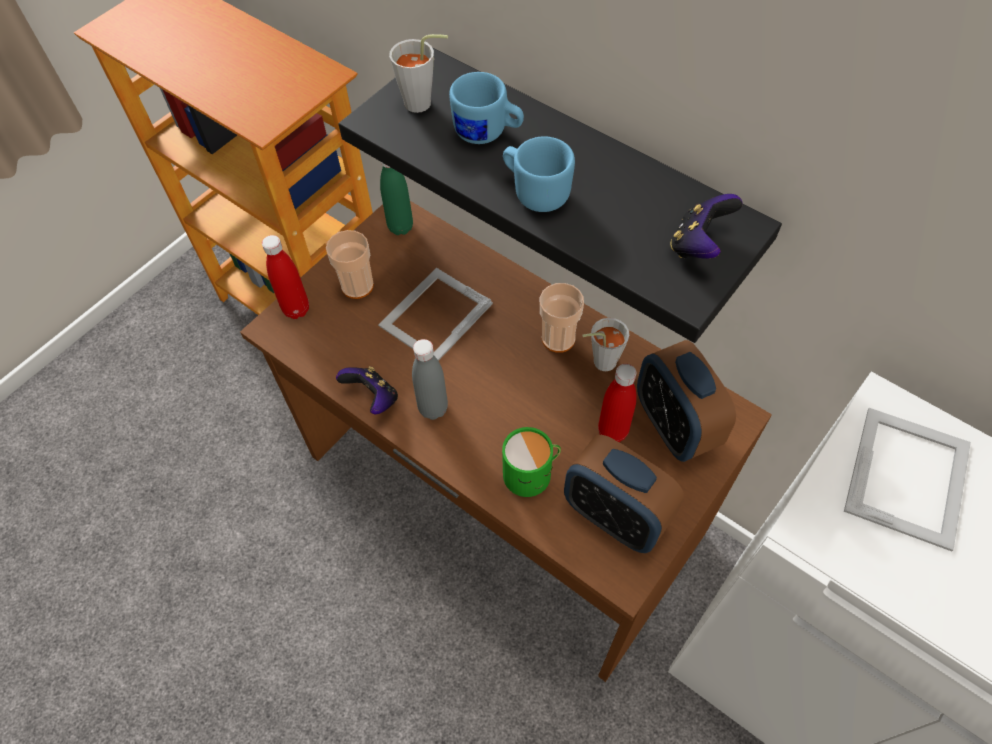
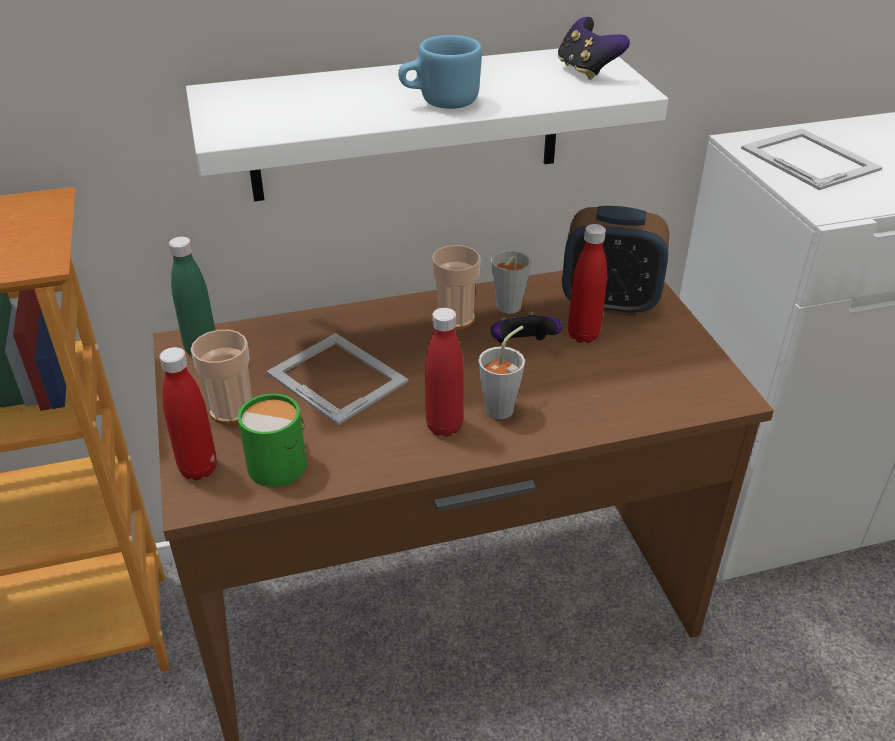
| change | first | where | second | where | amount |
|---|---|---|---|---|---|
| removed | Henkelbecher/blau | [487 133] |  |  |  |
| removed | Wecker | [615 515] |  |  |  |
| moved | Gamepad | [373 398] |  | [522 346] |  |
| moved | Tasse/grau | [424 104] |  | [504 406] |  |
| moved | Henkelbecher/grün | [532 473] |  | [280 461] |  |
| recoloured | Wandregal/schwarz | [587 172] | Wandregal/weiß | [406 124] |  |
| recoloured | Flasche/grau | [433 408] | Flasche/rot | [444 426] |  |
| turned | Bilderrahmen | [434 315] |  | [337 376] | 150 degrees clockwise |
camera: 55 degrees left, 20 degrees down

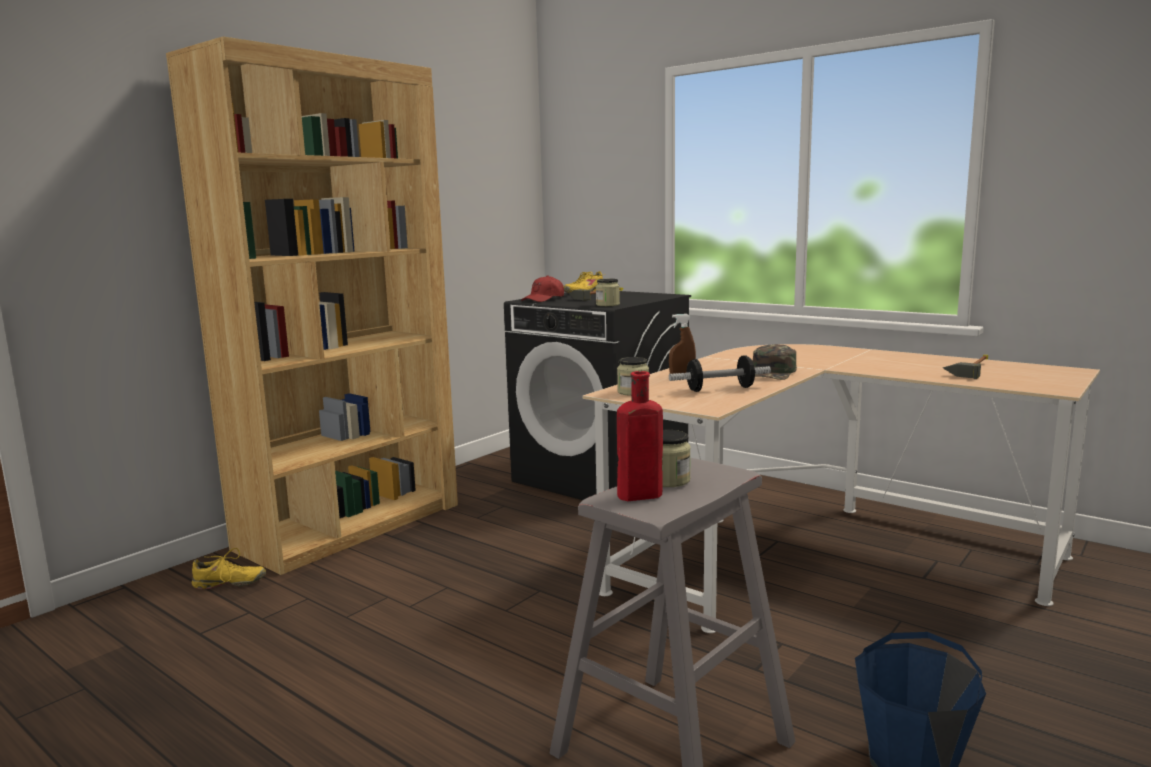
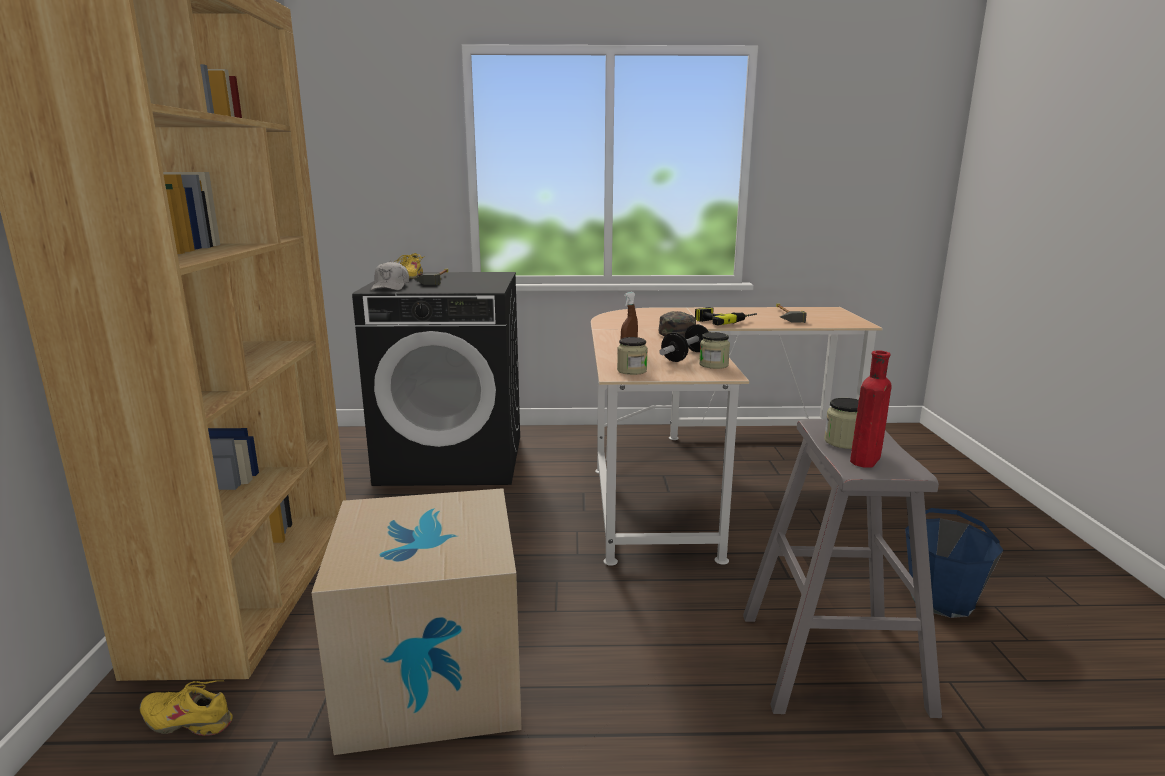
| change | first | where | second | where | amount |
|---|---|---|---|---|---|
| added |  |  | Karton | [432 678] |  |
| added |  |  | Bohrmaschine | [724 320] |  |
| moved | Vorratsglas | [607 305] |  | [713 365] |  |
| recoloured | Kappe/rot | [544 299] | Kappe/weiß | [391 287] |  |
| turned | Schuh/gelb | [229 583] |  | [188 720] | 120 degrees counterclockwise |
camera: 40 degrees left, 5 degrees up

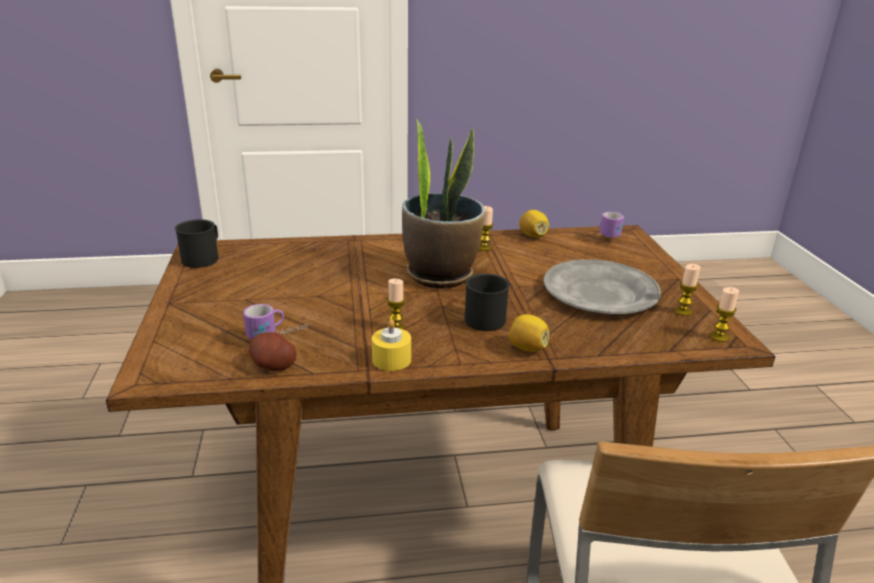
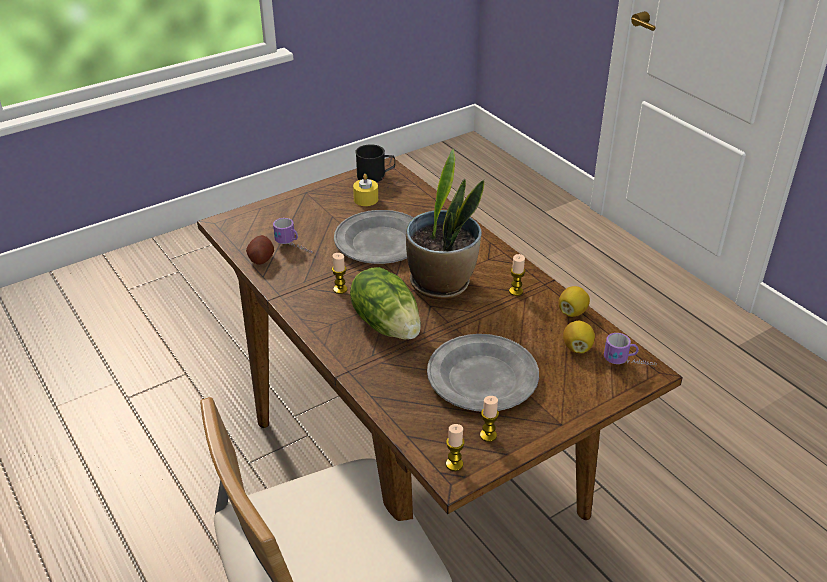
| change | first | where | second | where | amount |
|---|---|---|---|---|---|
| added |  |  | Teller/grau | [380 241] |  |
| moved | Kerze/gelb | [391 359] |  | [366 199] |  |
| moved | Zitrone | [527 348] |  | [577 347] |  |
| replaced | Henkelbecher/schwarz | [483 317] | Salatkopf | [387 324] |  |
camera: 65 degrees right, 10 degrees up

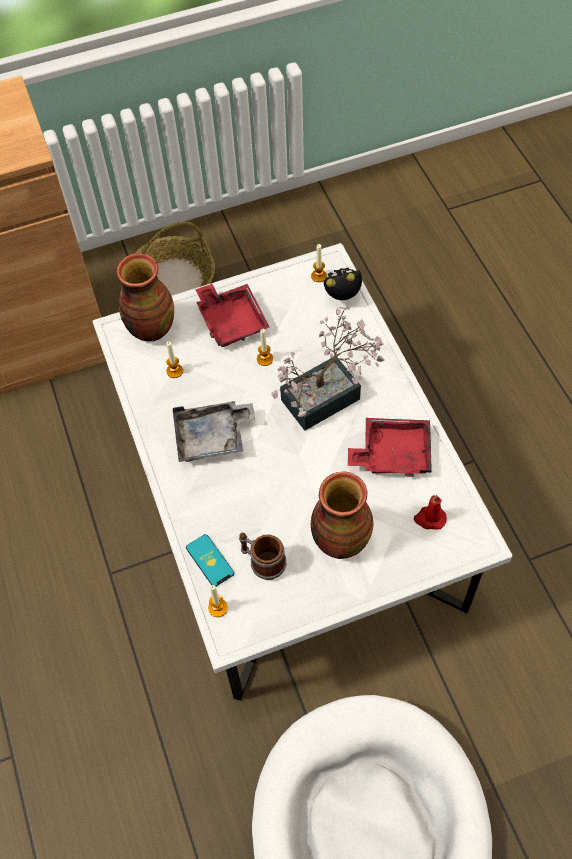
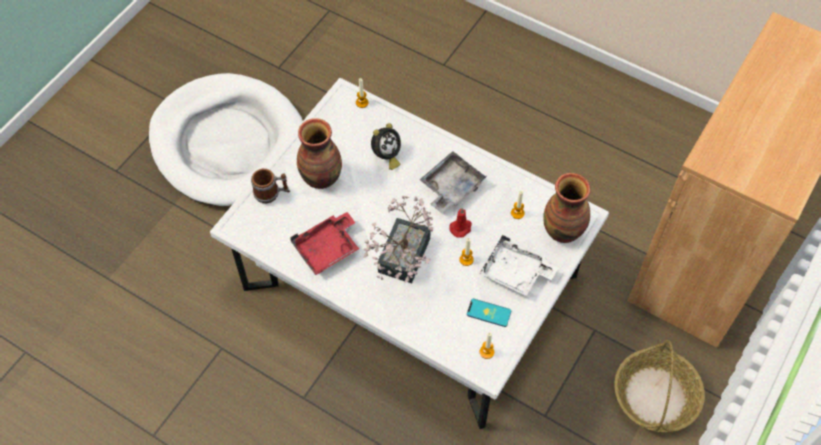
| change | first | where | second | where | amount |
|---|---|---|---|---|---|
| moved | Handy | [210 560] |  | [488 313] |  |
| moved | Henkelbecher | [262 562] |  | [271 193] |  |
| moved | Wecker | [343 296] |  | [386 156] |  |
| moved | Kerze/rot | [429 518] |  | [461 228] |  |
| recoloured | Tablett/rot | [231 321] | Tablett/weiß | [515 273] |  |
camera: 140 degrees right, 0 degrees up

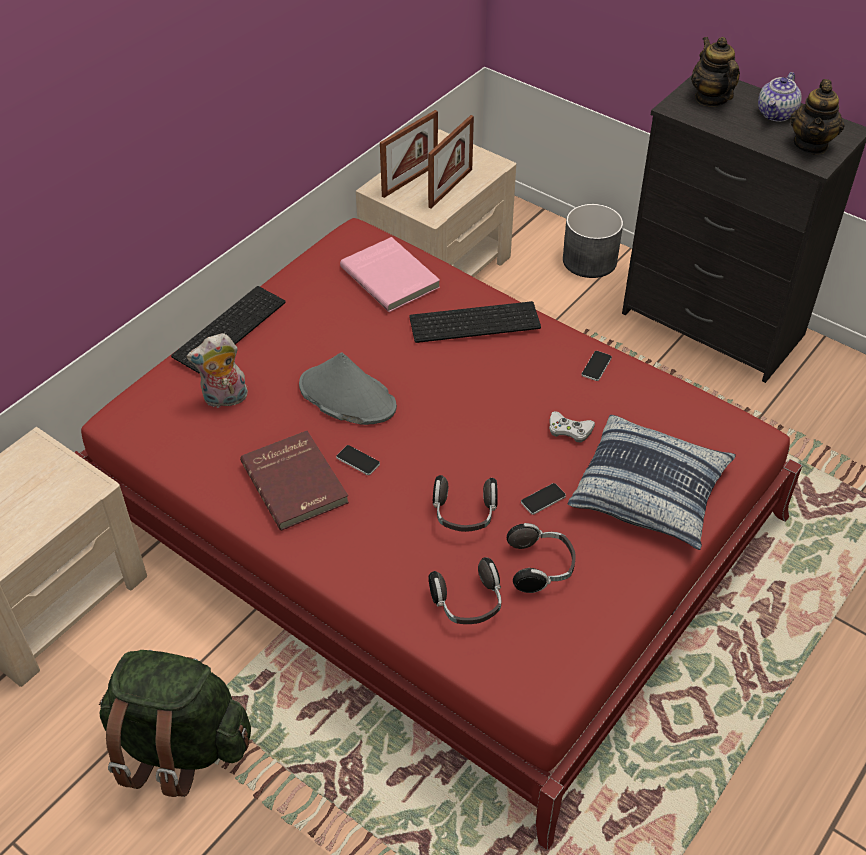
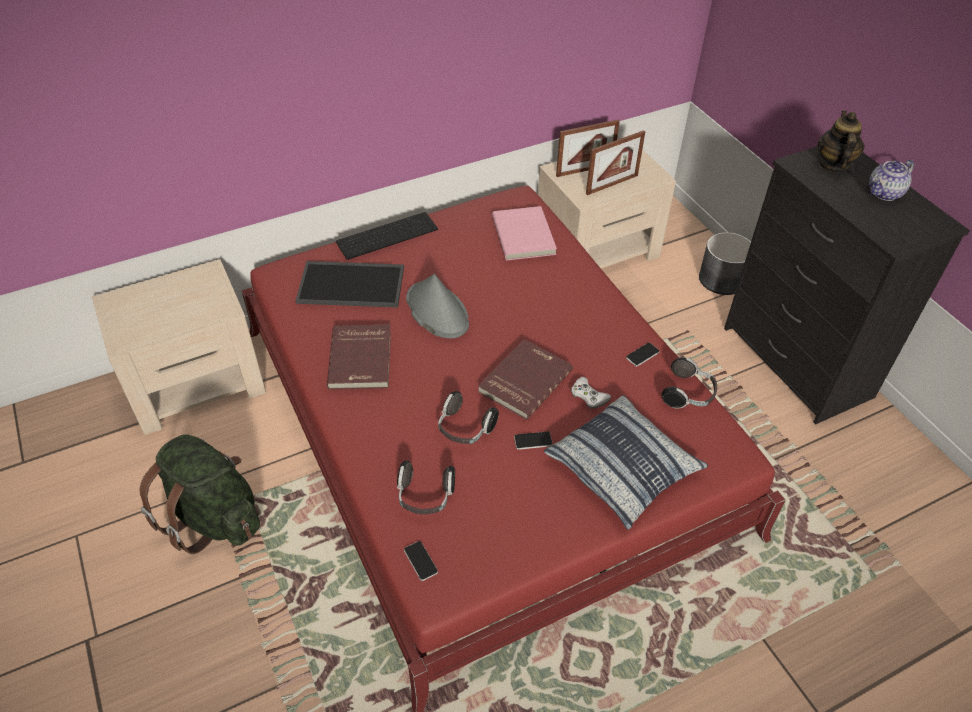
| change | first | where | second | where | amount |
|---|---|---|---|---|---|
| removed | Tastatur | [475 321] |  |  |  |
| removed | Teekanne | [811 144] |  |  |  |
| added |  |  | Buch/rot | [523 380] |  |
| moved | Handy | [358 460] |  | [420 561] |  |
| moved | Kopfhörer | [541 567] |  | [688 394] |  |
| replaced | Plüschtier | [225 399] | Tablett | [352 283] |  |
camera: 25 degrees right, 0 degrees up

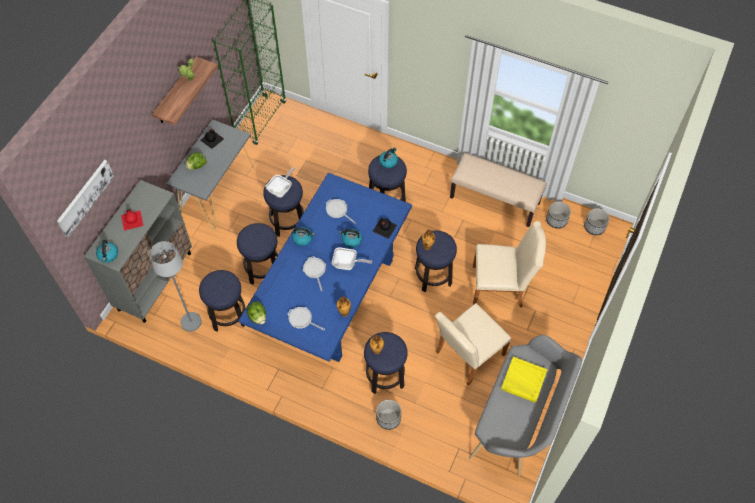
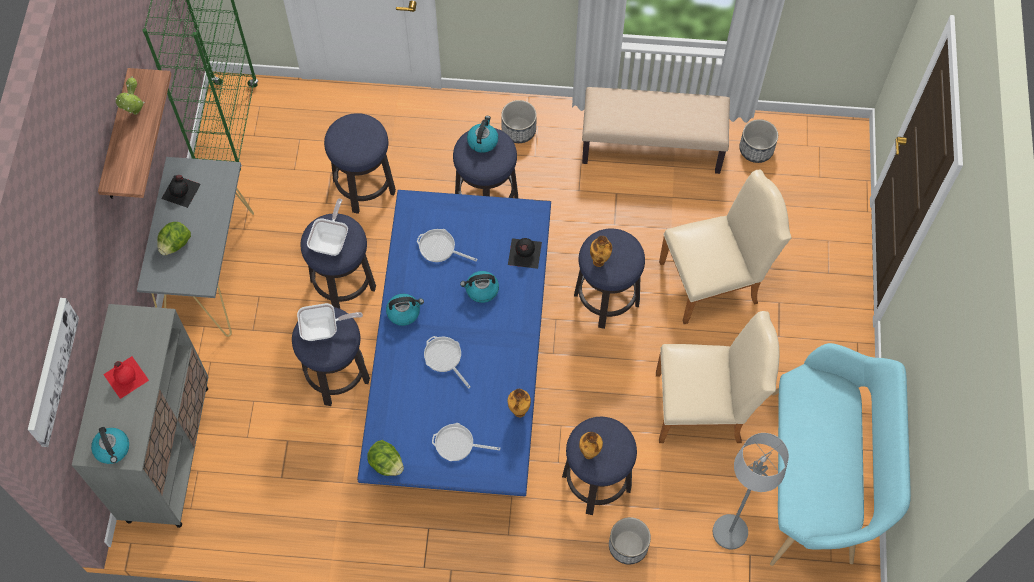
| change | first | where | second | where | amount |
|---|---|---|---|---|---|
| removed | Tablett/gelb | [523 380] |  |  |  |
| moved | Stehlampe/grau | [191 322] |  | [730 532] |  |
| moved | Hocker | [228 315] |  | [364 186] |  |
| moved | Pfanne | [347 264] |  | [324 329] |  |
| moved | Pflanzkübel | [594 227] |  | [519 130] |  |
| recoloured | Bank/grau | [518 420] | Bank/türkis | [819 480] |  |
| turned | Stuhl/beige | [466 356] |  | [705 407] | 120 degrees counterclockwise |
camera: 20 degrees left, 5 degrees up

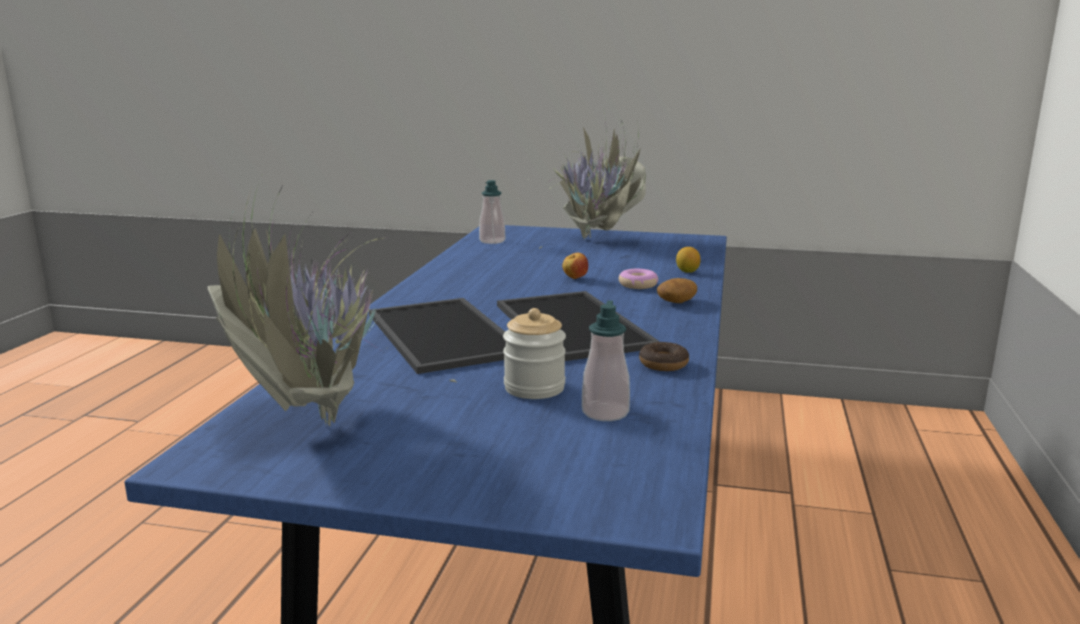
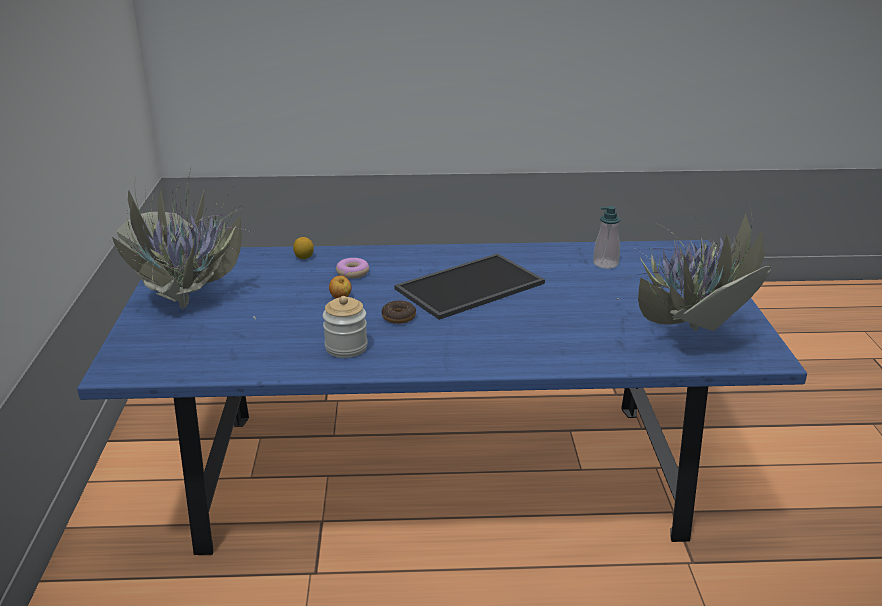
| change | first | where | second | where | amount |
|---|---|---|---|---|---|
| removed | Tablett | [446 334] |  |  |  |
| removed | Seifenspender | [492 241] |  |  |  |
| removed | Kartoffel | [676 302] |  |  |  |
| moved | Vorratsglas | [534 388] |  | [346 347] |  |
| moved | Donut | [663 364] |  | [398 317] |  |
camera: 105 degrees left, 10 degrees up

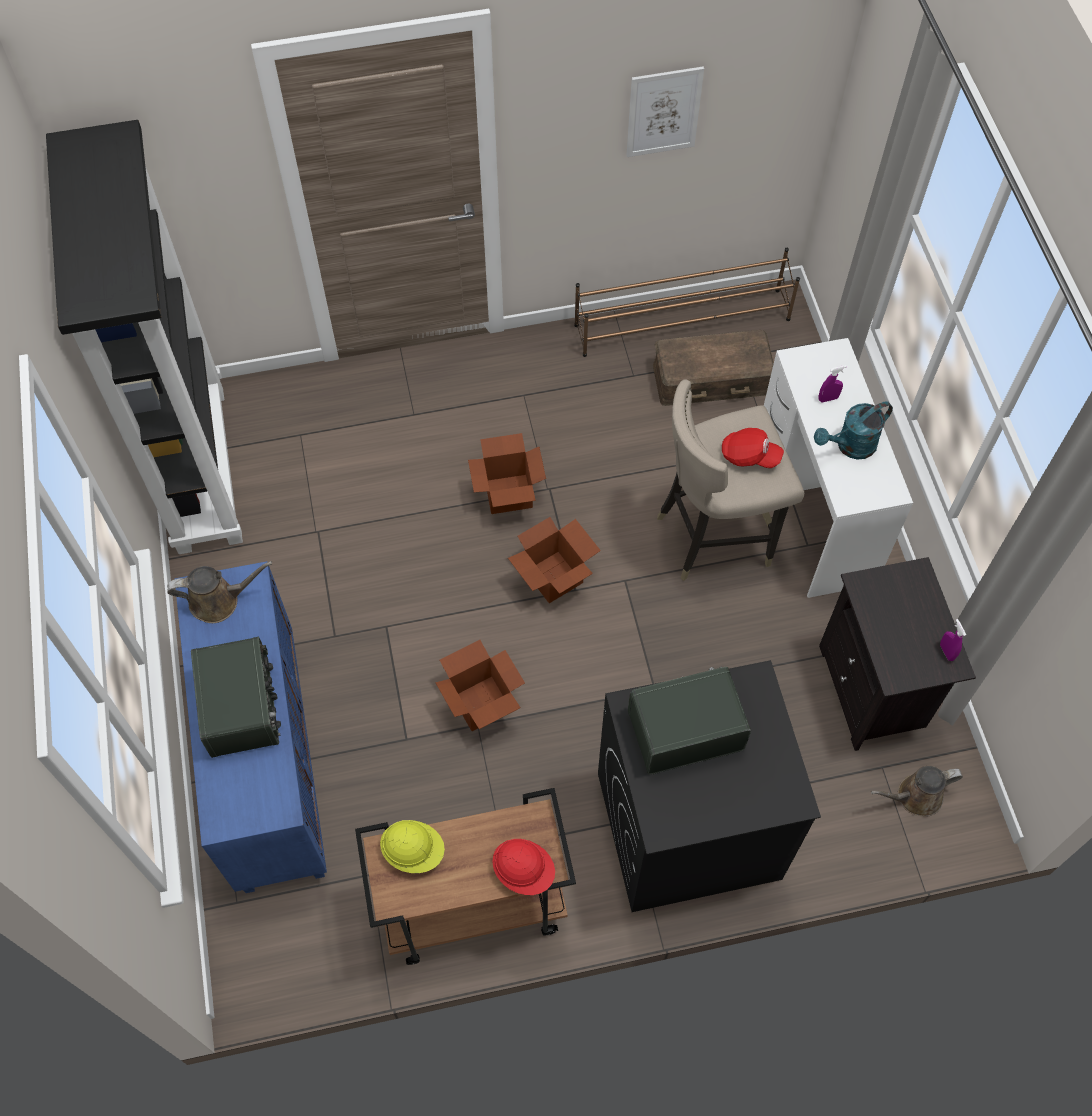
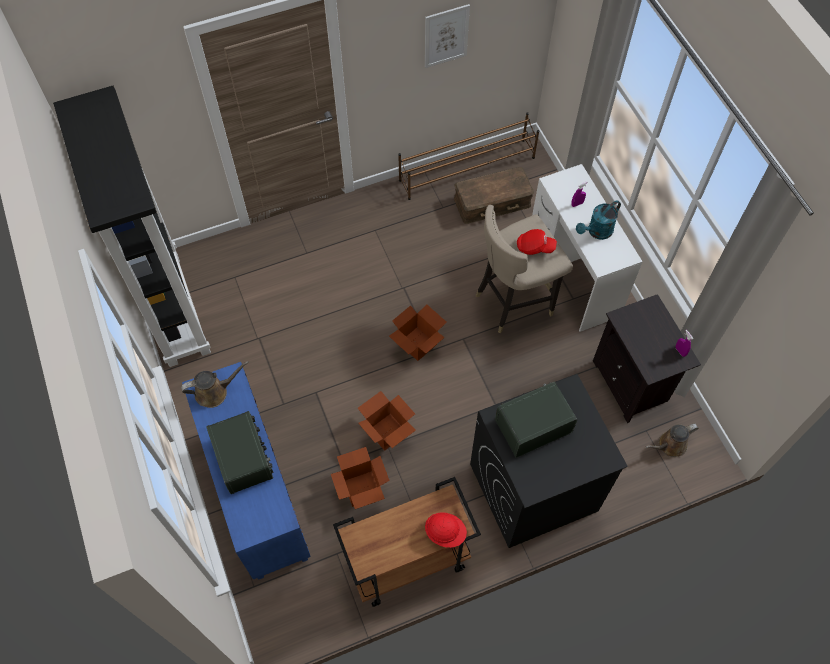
| change | first | where | second | where | amount |
|---|---|---|---|---|---|
| removed | Schutzhelm/gelb | [413 851] |  |  |  |
| moved | Karton | [508 494] |  | [362 488] |  |
camera: 10 degrees left, 0 degrees up

